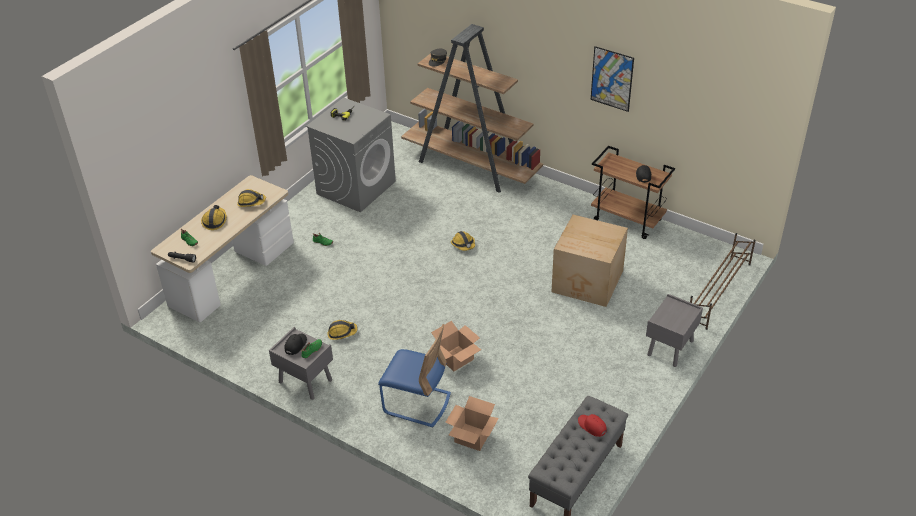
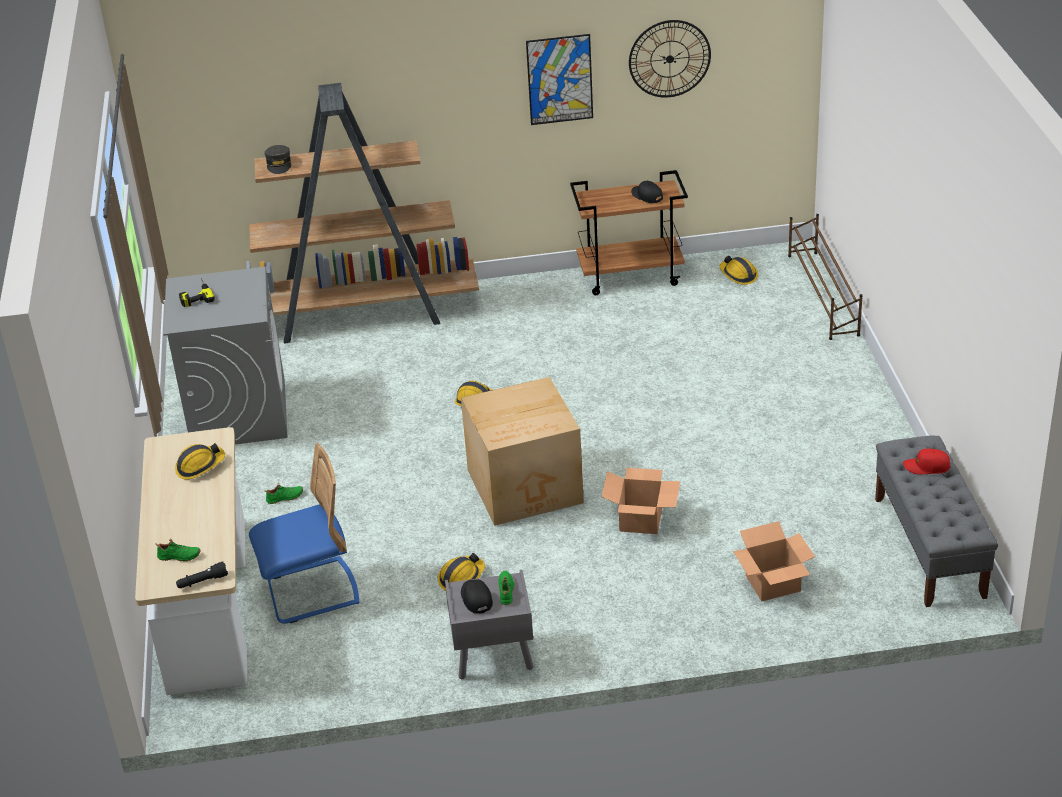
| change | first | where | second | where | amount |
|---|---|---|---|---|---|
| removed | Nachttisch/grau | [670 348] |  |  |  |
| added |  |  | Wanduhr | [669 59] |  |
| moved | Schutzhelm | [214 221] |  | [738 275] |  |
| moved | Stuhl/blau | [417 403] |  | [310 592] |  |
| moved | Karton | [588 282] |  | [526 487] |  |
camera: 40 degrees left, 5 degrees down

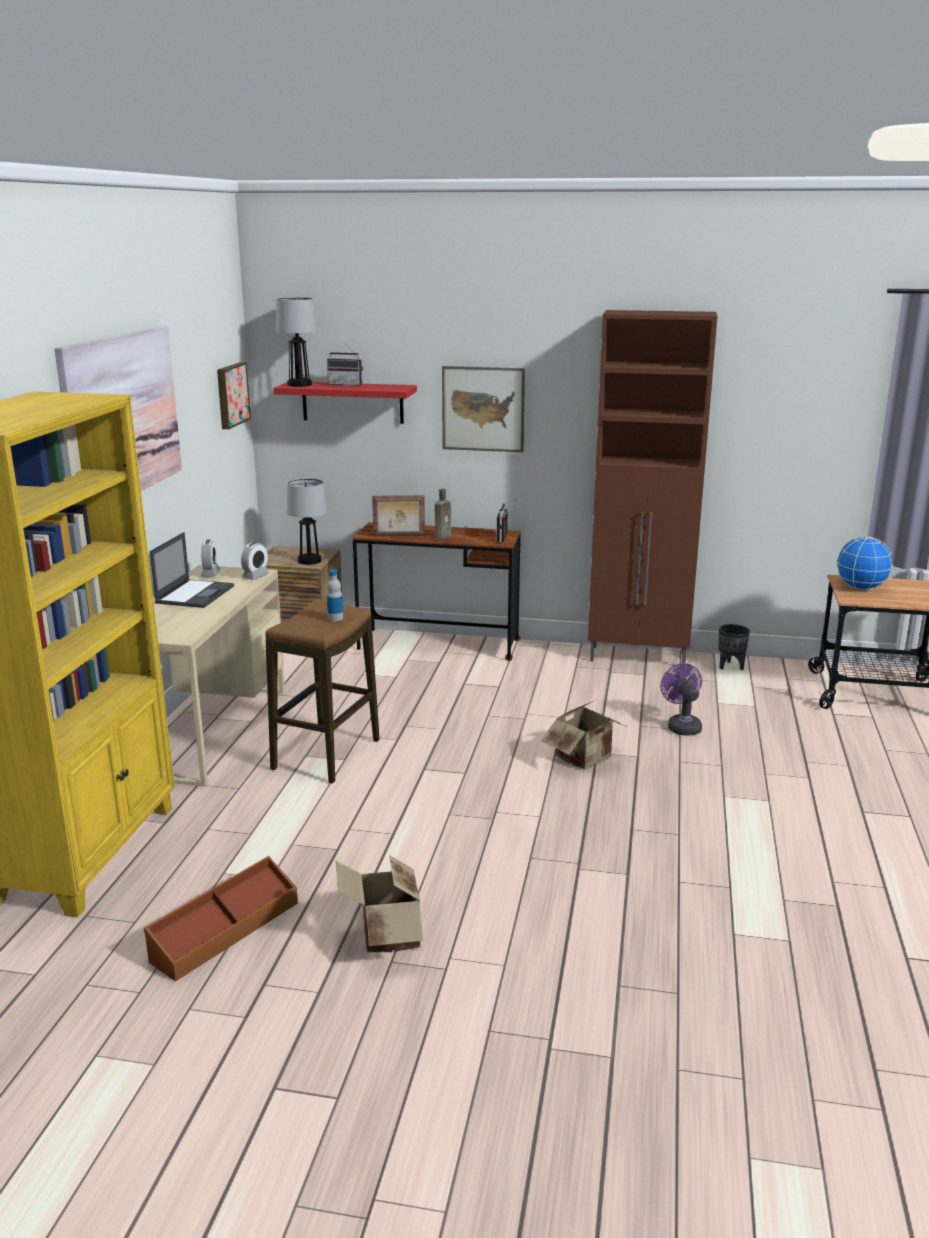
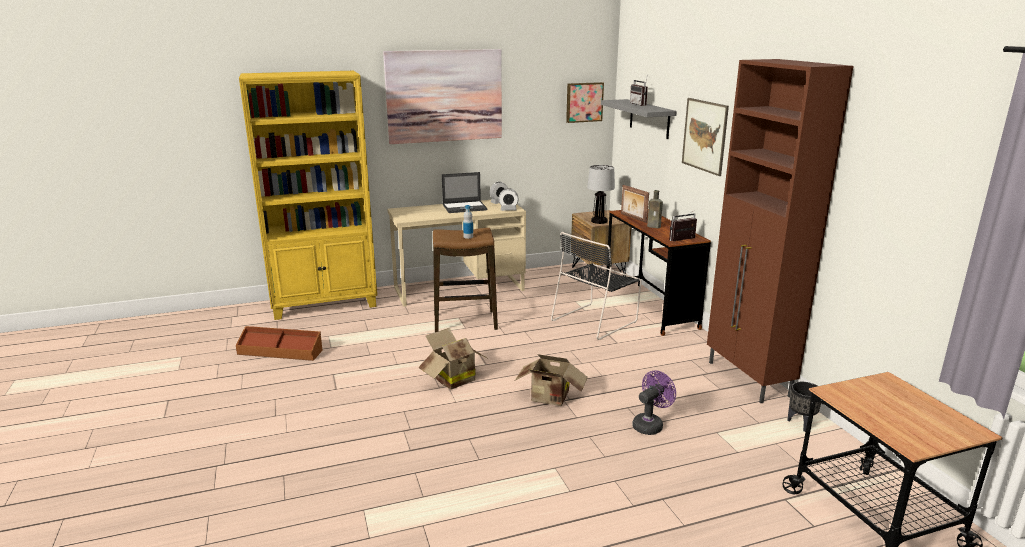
| change | first | where | second | where | amount |
|---|---|---|---|---|---|
| removed | Tischlampe | [300 384] |  |  |  |
| removed | Globus | [861 588] |  |  |  |
| added |  |  | Stuhl/schwarz | [596 320] |  |
| moved | Karton | [385 937] |  | [451 379] |  |
| recoloured | Wandregal/rot | [352 402] | Wandregal/grau | [649 118] |  |
camera: 60 degrees right, 0 degrees up

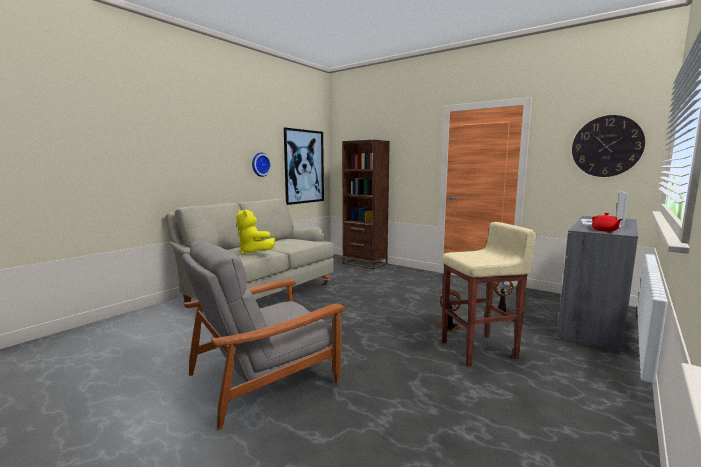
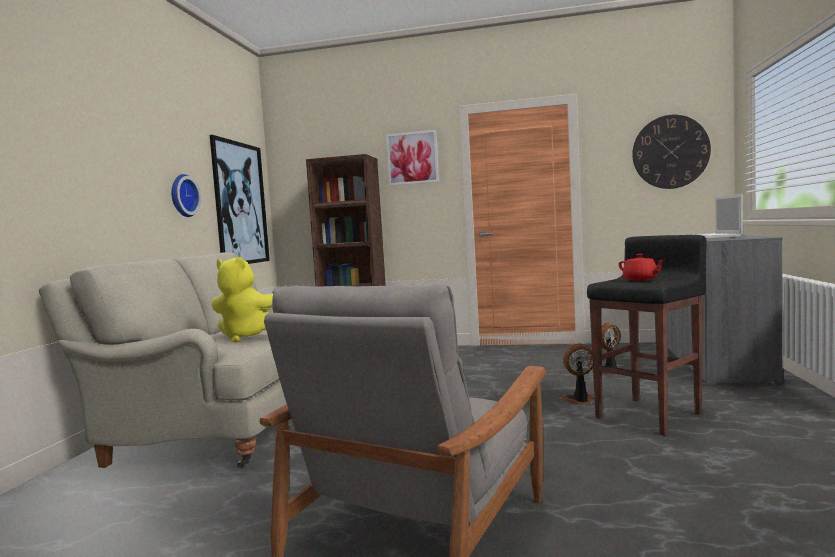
| change | first | where | second | where | amount |
|---|---|---|---|---|---|
| added |  |  | Bild | [412 158] |  |
| moved | Teekanne/rot | [605 230] |  | [641 279] |  |
| recoloured | Hocker/beige | [480 350] | Hocker/schwarz | [650 415] |  |
camera: 25 degrees left, 5 degrees down

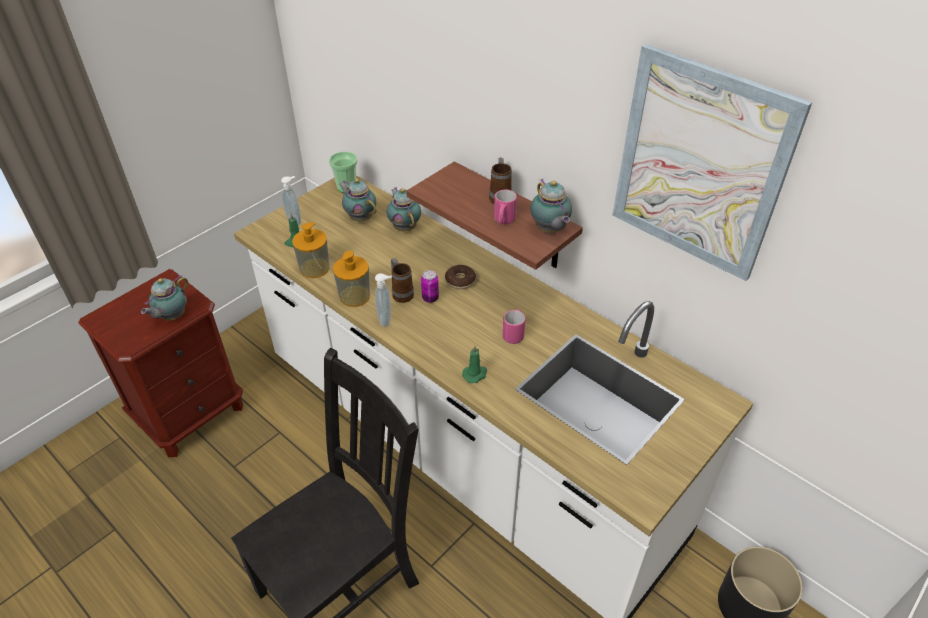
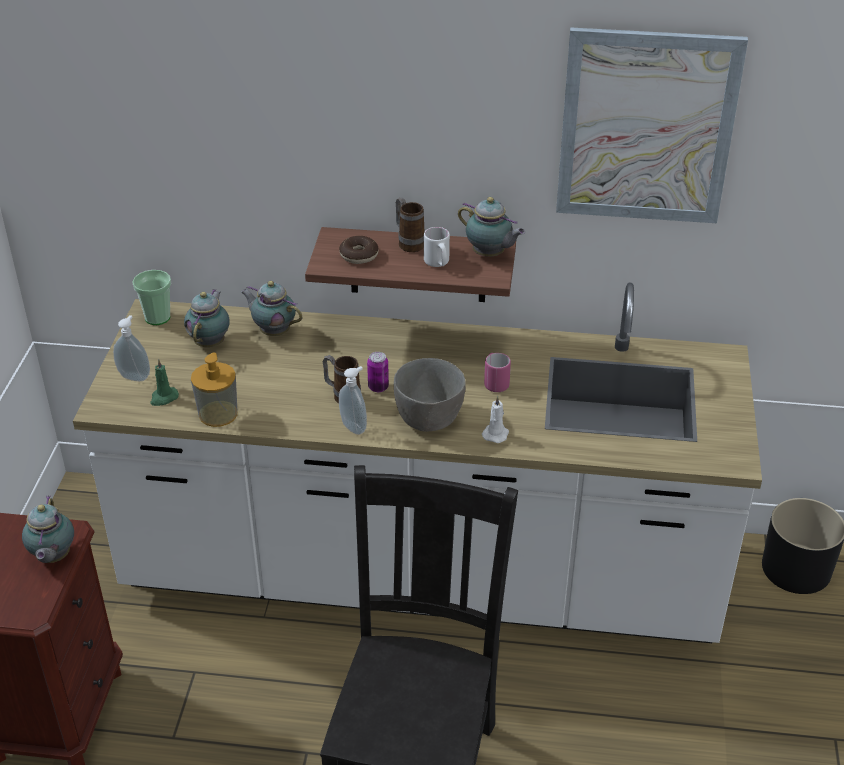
| change | first | where | second | where | amount |
|---|---|---|---|---|---|
| removed | Seifenspender | [354 296] |  |  |  |
| added |  |  | Schüssel/grau | [430 417] |  |
| moved | Donut | [460 281] |  | [359 255] |  |
| recoloured | Kerze/grün | [475 374] | Kerze/weiß | [496 433] |  |
| recoloured | Henkelbecher/rosa | [503 221] | Henkelbecher/weiß | [438 264] |  |
| turned | Teekanne | [360 217] |  | [211 342] | 90 degrees clockwise |
camera: 35 degrees left, 5 degrees down

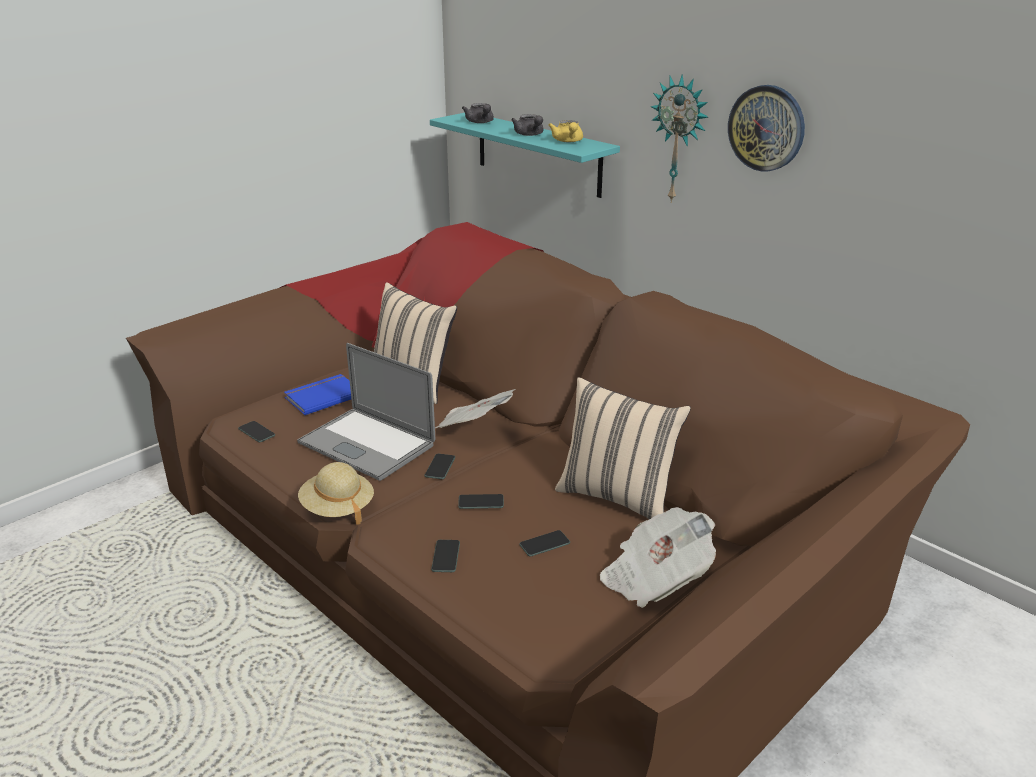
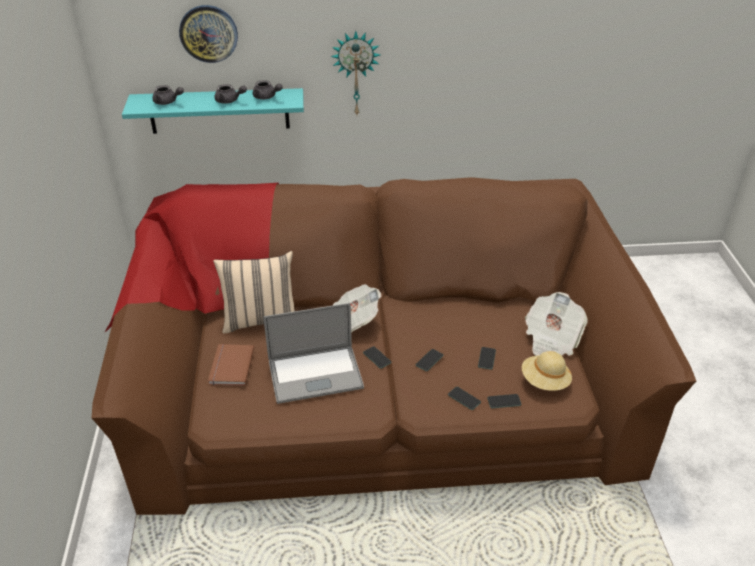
| change | first | where | second | where | amount |
|---|---|---|---|---|---|
| removed | Kissen/beige | [618 497] |  |  |  |
| moved | Handy | [256 432] |  | [504 401] |  |
| moved | Hut/beige | [337 508] |  | [544 381] |  |
| moved | Wanduhr | [766 128] |  | [208 33] |  |
| recoloured | Buch/blau | [322 396] | Buch/braun | [230 366] |  |
| recoloured | Teekanne/gelb | [568 141] | Teekanne/grau | [266 97] |  |
camera: 50 degrees left, 10 degrees up

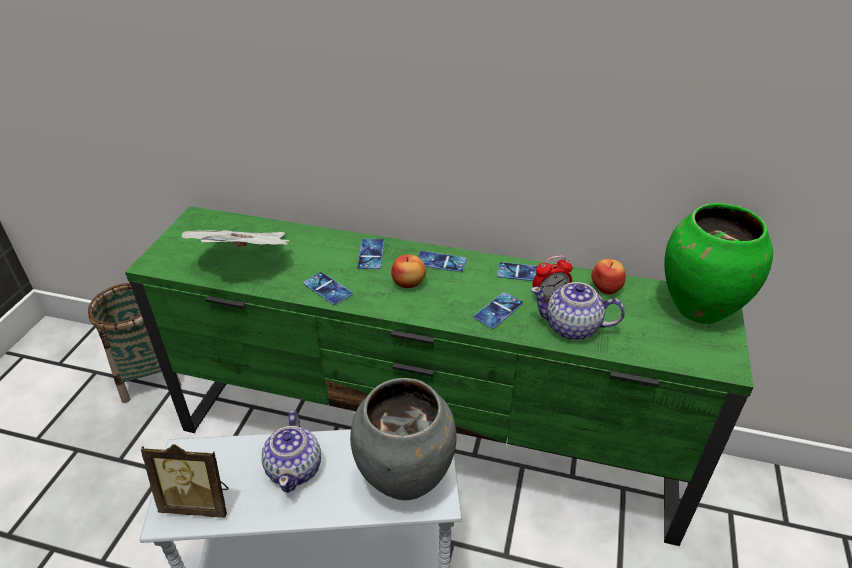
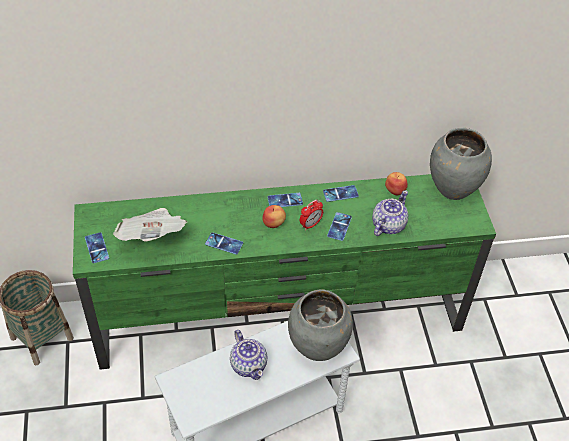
| change | first | where | second | where | amount |
|---|---|---|---|---|---|
| removed | Bilderrahmen | [198 502] |  |  |  |
| moved | Handy | [371 254] |  | [97 248] |  |
| moved | Wecker | [549 297] |  | [310 224] |  |
| recoloured | Vase/grün | [699 310] | Vase/grau | [453 190] |  |
| turned | Teekanne | [573 327] |  | [387 225] | 135 degrees clockwise |
camera: 25 degrees left, 10 degrees up

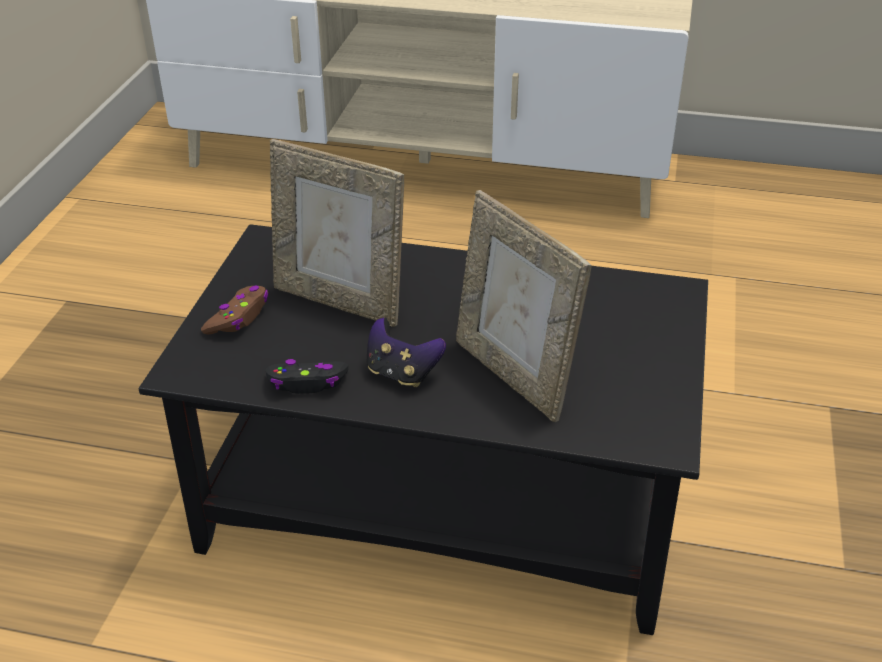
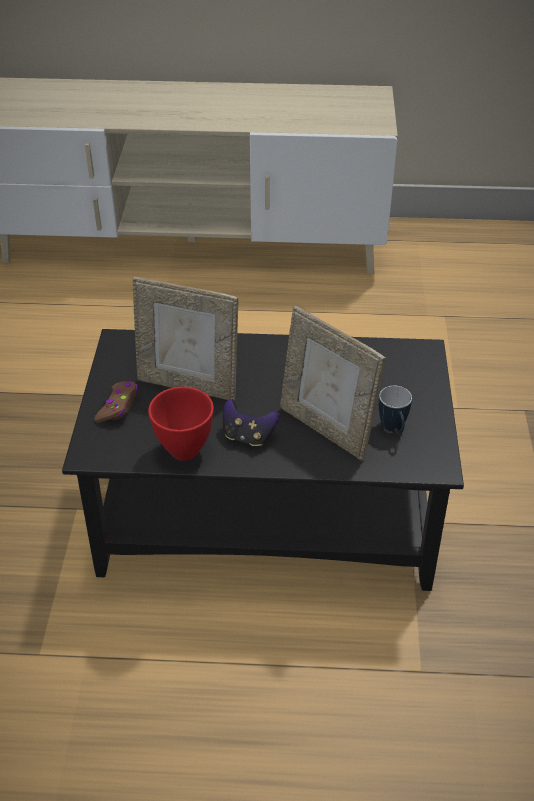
| change | first | where | second | where | amount |
|---|---|---|---|---|---|
| added |  |  | Henkelbecher | [393 430] |  |
| replaced | Gamepad/schwarz | [307 383] | Schüssel/rot | [183 451] |  |
camera: 10 degrees left, 5 degrees up

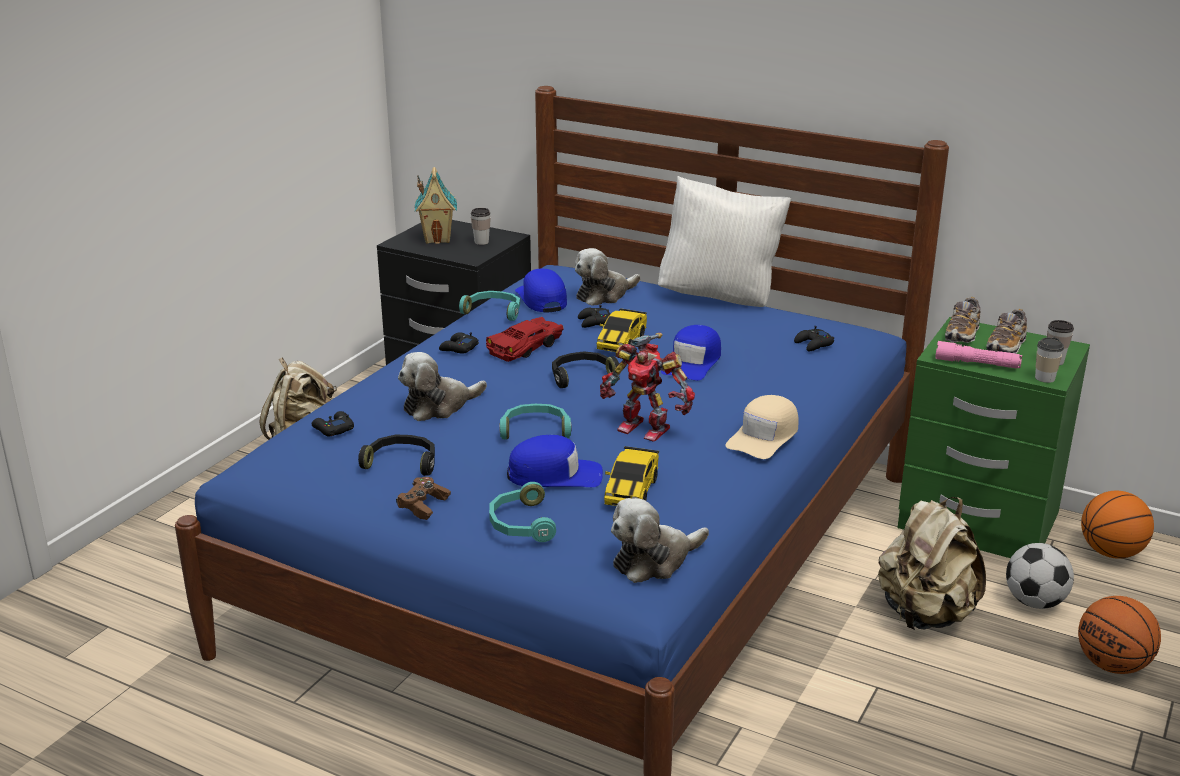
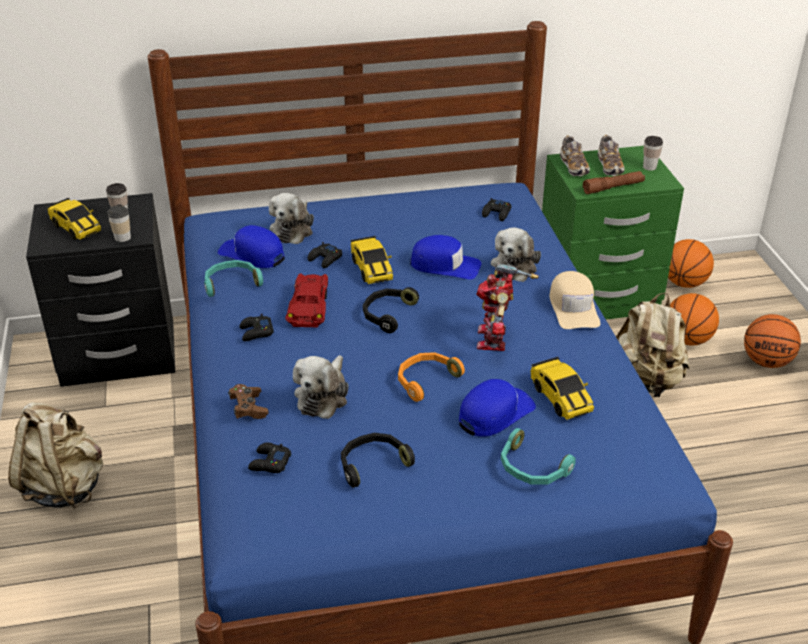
| change | first | where | second | where | amount |
|---|---|---|---|---|---|
| removed | Kissen/weiß | [720 297] |  |  |  |
| moved | Gamepad/braun | [423 506] |  | [248 408] |  |
| moved | Plüschtier | [654 560] |  | [515 265] |  |
| moved | Tasse | [1044 378] |  | [122 237] |  |
| replaced | Spielzeughaus | [438 239] | Spielzeugauto | [76 227] |  |
| replaced | Fußball | [1035 602] | Basketball | [687 340] |  |
| recoloured | Kopfhörer/türkis | [535 430] | Kopfhörer/orange | [425 380] |  |
| recoloured | Taschenlampe/rosa | [977 364] | Taschenlampe/braun | [613 187] |  |
| turned | Spielzeugroboter | [645 428] |  | [495 339] | 105 degrees clockwise |
| turned | Kappe/blau | [692 362] |  | [445 265] | 60 degrees counterclockwise |
camera: 40 degrees left, 10 degrees up

